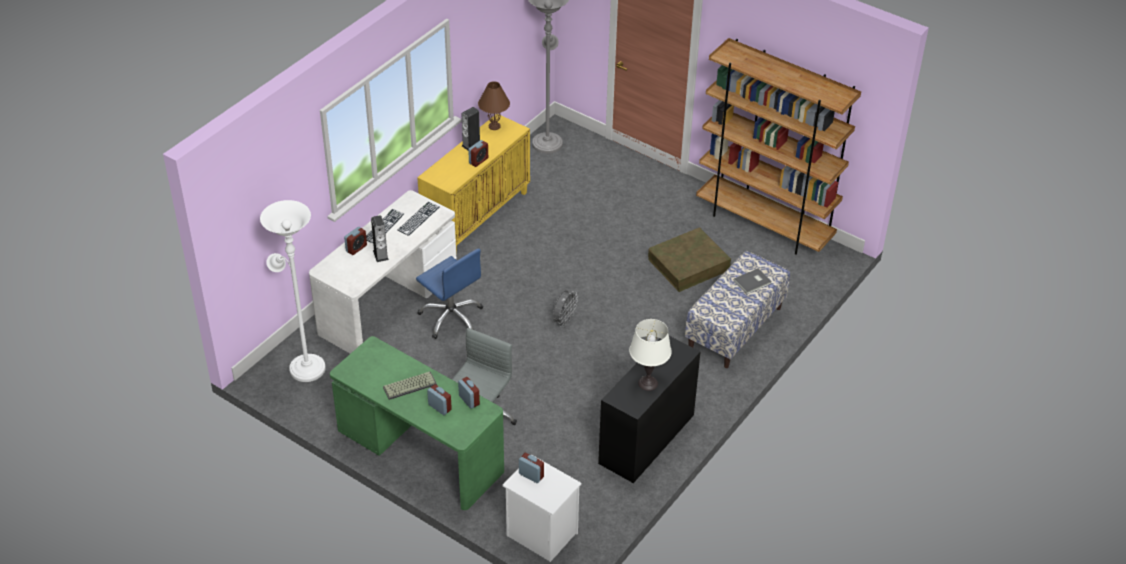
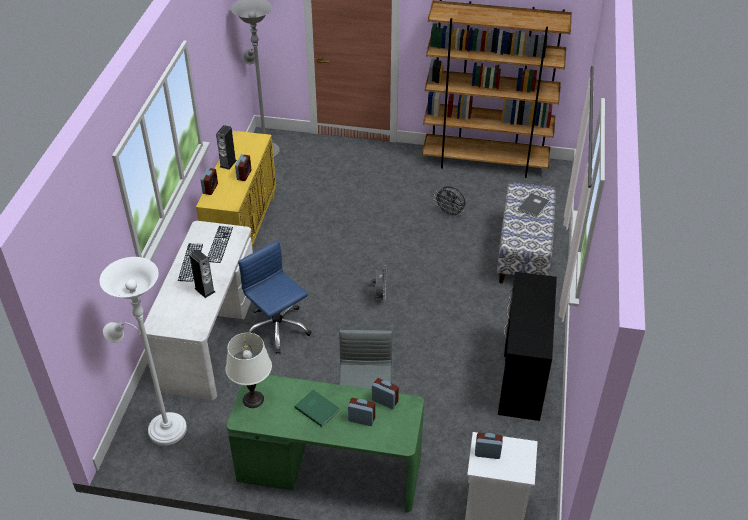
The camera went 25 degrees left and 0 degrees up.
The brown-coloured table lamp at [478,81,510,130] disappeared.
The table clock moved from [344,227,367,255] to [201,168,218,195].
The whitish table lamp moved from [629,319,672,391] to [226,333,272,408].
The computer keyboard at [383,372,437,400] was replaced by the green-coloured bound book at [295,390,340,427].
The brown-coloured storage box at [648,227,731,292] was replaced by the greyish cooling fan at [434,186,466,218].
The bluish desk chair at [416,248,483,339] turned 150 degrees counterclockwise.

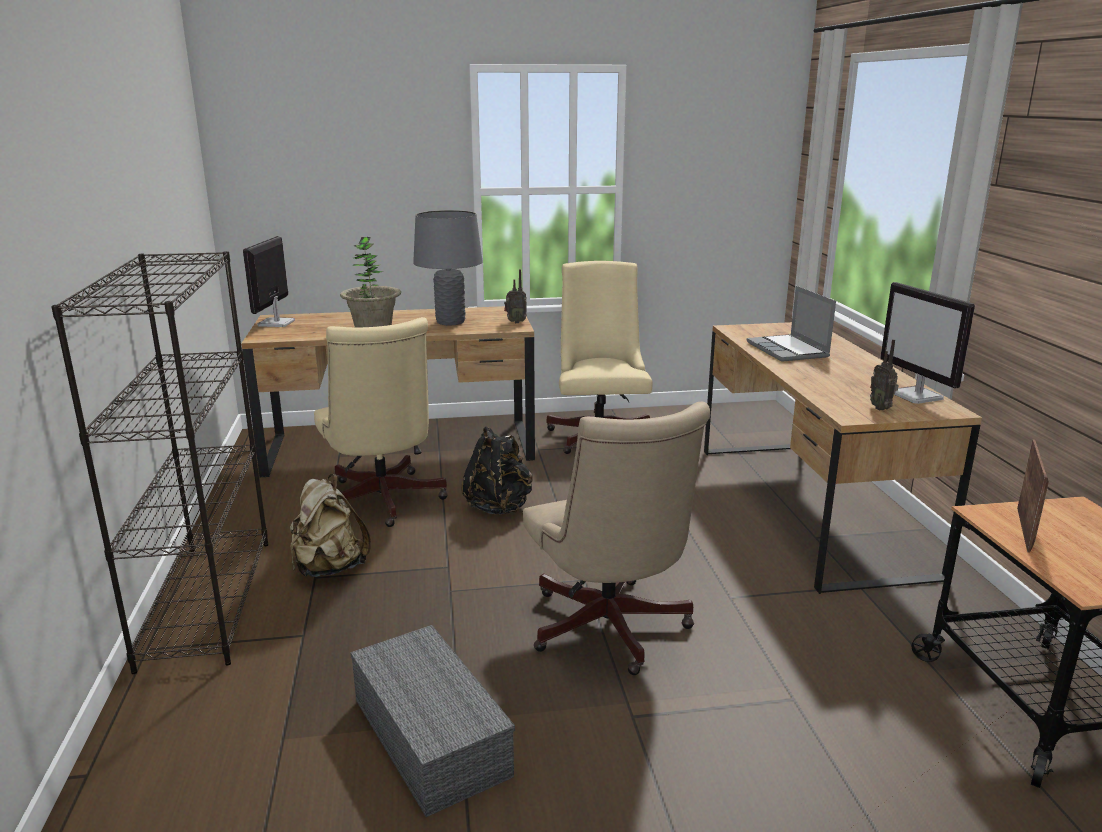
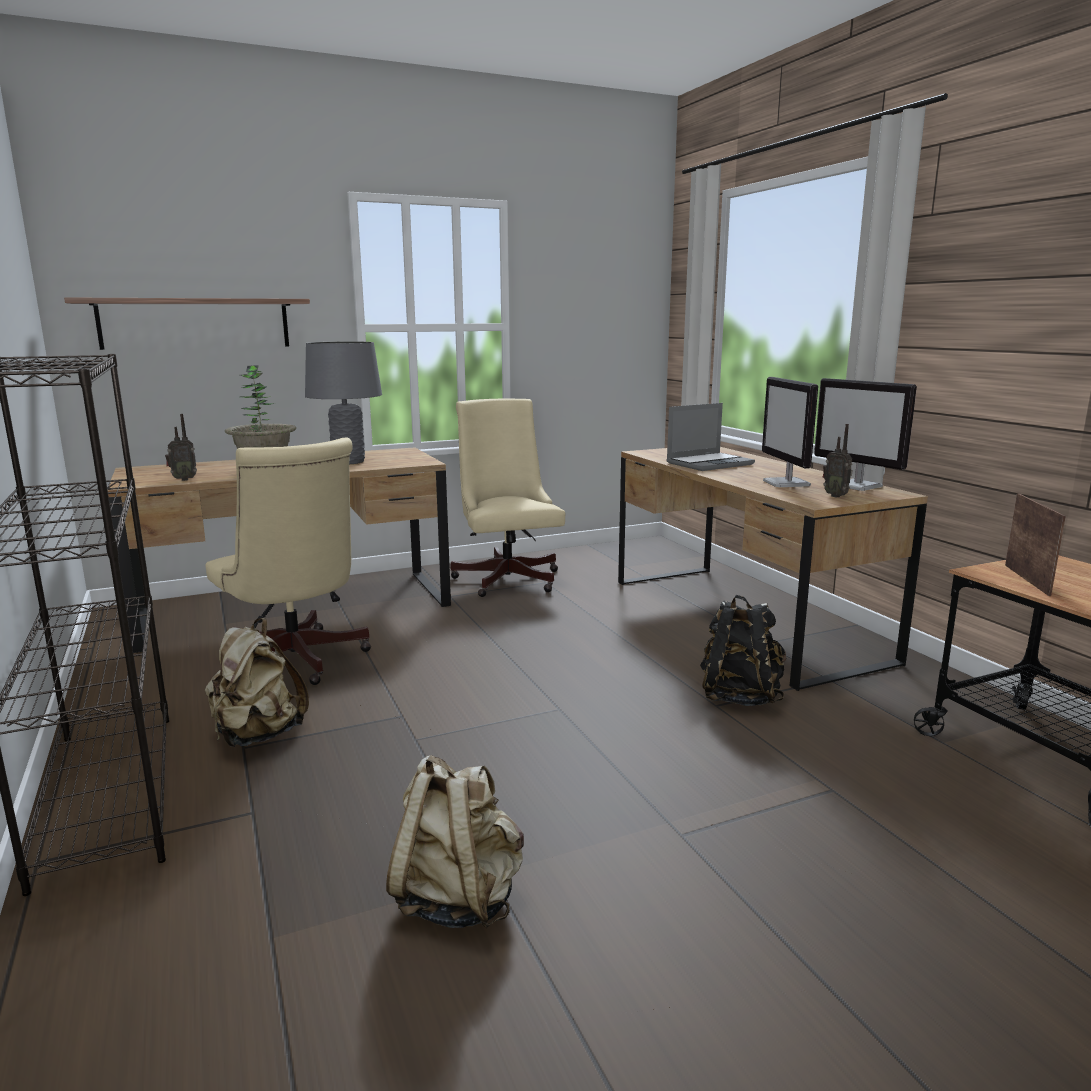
The camera went 15 degrees left and 5 degrees down.
The sand-coloured desk chair at [523,402,710,675] disappeared.
The wall shelf at [64,297,310,350] appeared.
The monitor moved from [243,236,295,327] to [762,377,818,487].
The blackish backpack moved from [461,427,533,514] to [700,595,787,706].
The radio receiver moved from [504,269,527,323] to [165,414,197,481].
The greyish storage box at [350,625,515,817] was replaced by the sand-coloured backpack at [386,755,524,928].
The laptop at [747,286,836,362] turned 90 degrees counterclockwise.

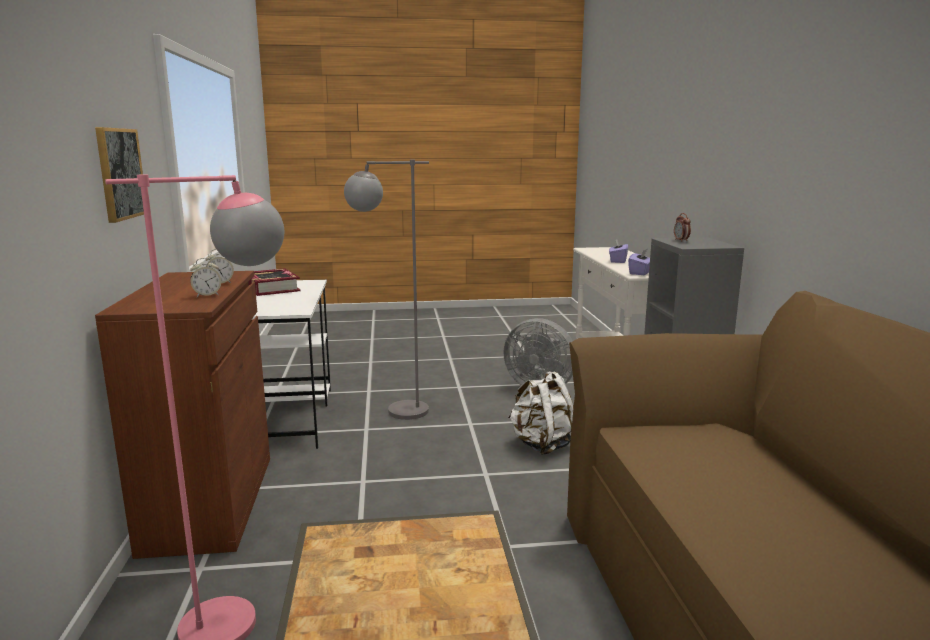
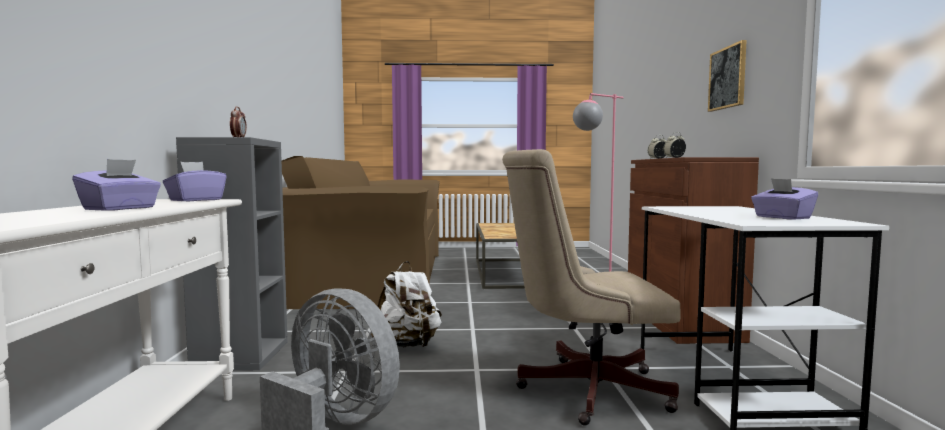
The camera went 175 degrees left and 10 degrees down.
The bound book at [248,268,301,296] was replaced by the purple tissue box at [751,178,819,219].
The greyish floor lamp at [344,160,429,420] was replaced by the sand-coloured desk chair at [502,149,681,426].

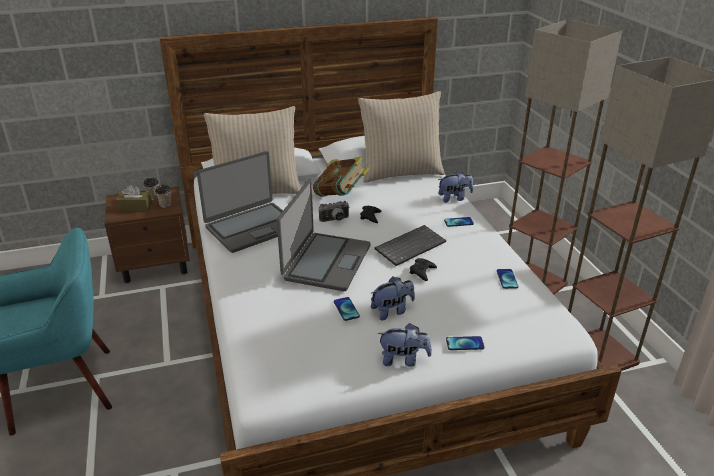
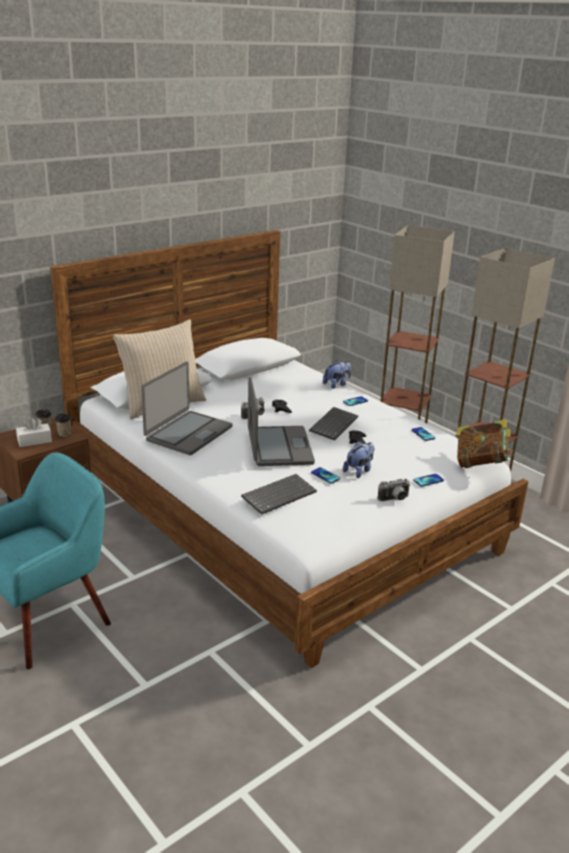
The camera went 25 degrees left and 5 degrees down.
The sand-coloured cushion at [358,91,445,183] disappeared.
The computer keyboard at [241,474,317,515] appeared.
The bound book moved from [312,157,370,197] to [457,419,513,468].
The cuddly toy at [377,323,432,367] was replaced by the still camera at [378,479,411,501].
The brown-coloured tissue box at [116,185,152,211] became the whitish tissue box at [16,418,52,447].

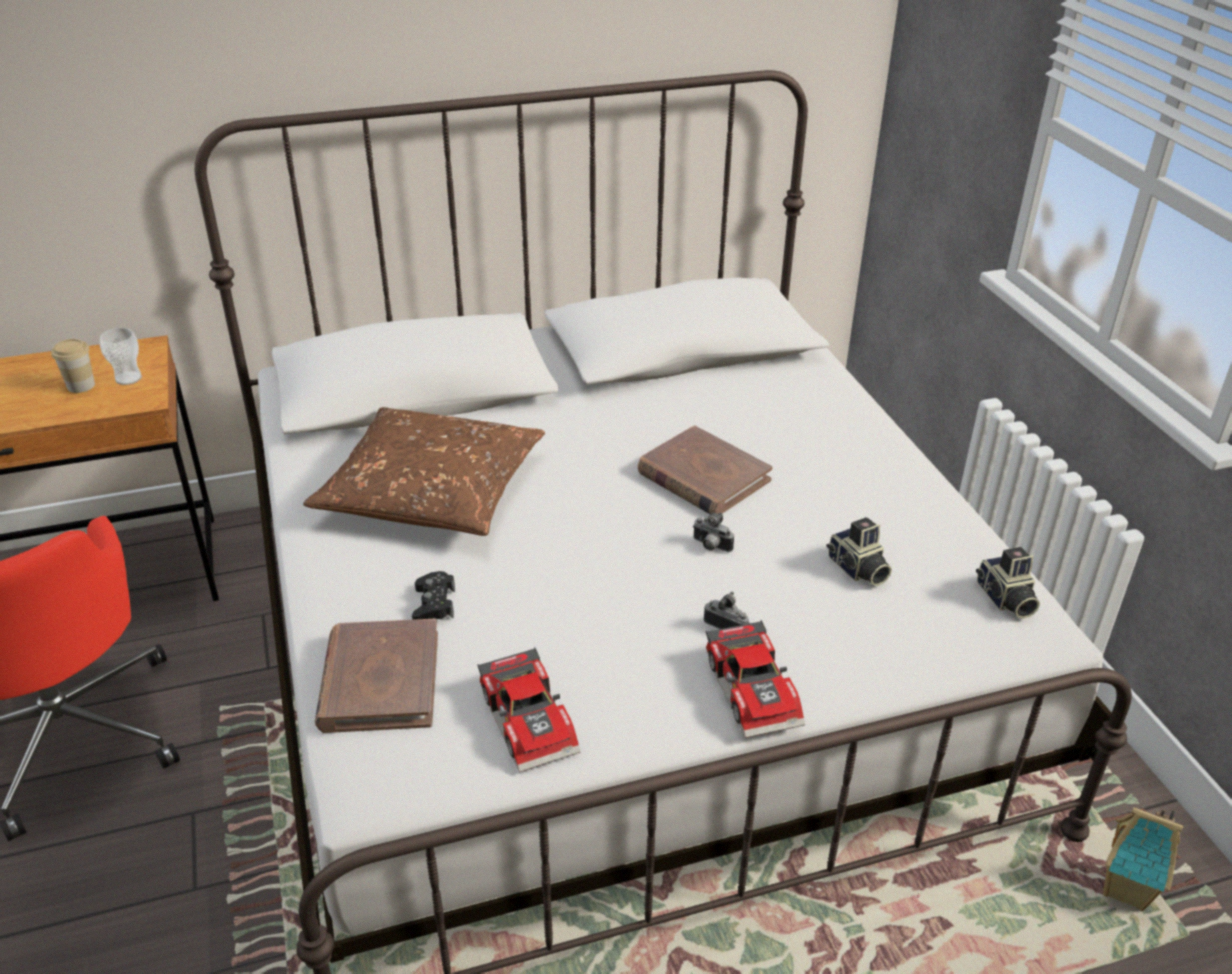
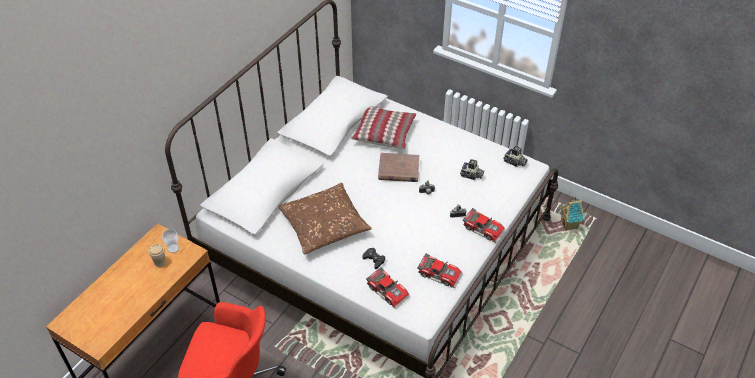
The camera went 40 degrees left and 10 degrees up.
The cushion at [351,106,416,149] appeared.
The brown-coloured bound book at [315,619,438,733] was replaced by the toy car at [366,267,411,309].

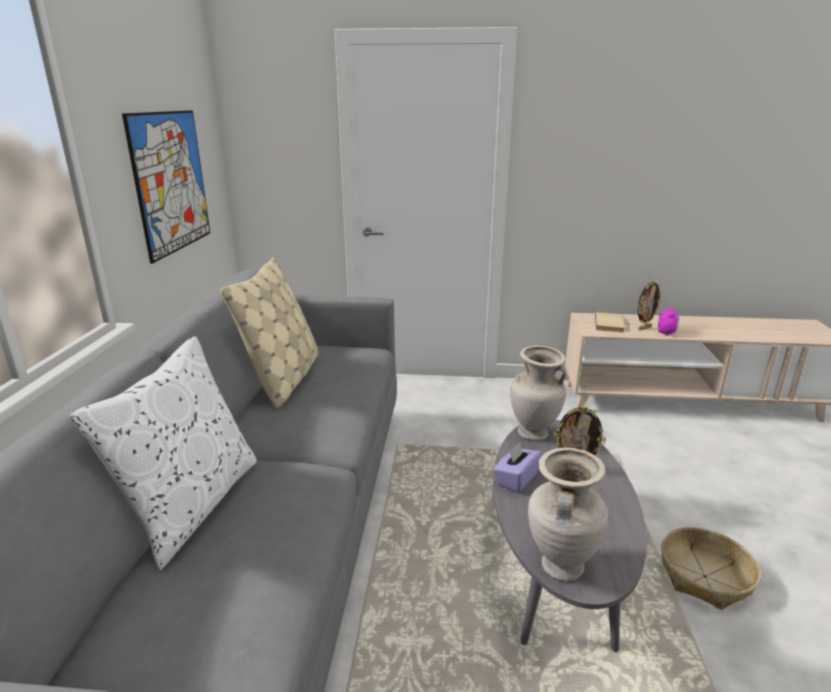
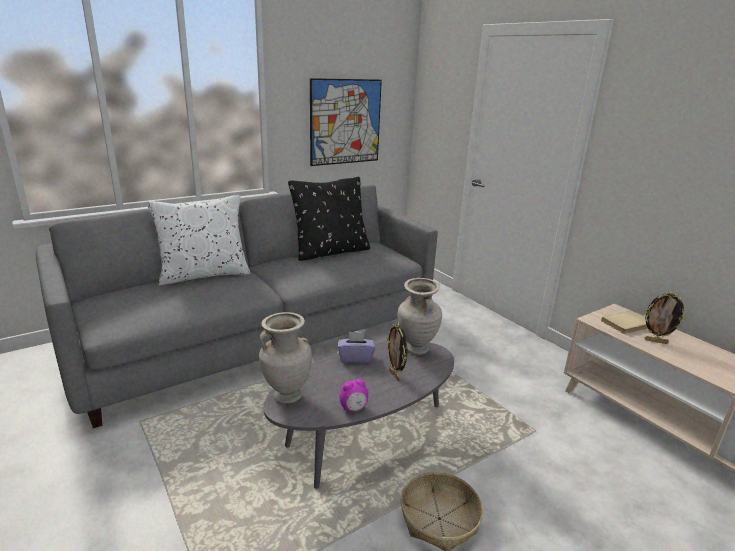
The camera went 50 degrees right and 0 degrees up.
The table clock moved from [658,308,679,336] to [339,379,368,411].
The sand-coloured cushion at [220,257,319,408] became the blackish cushion at [288,177,370,261].

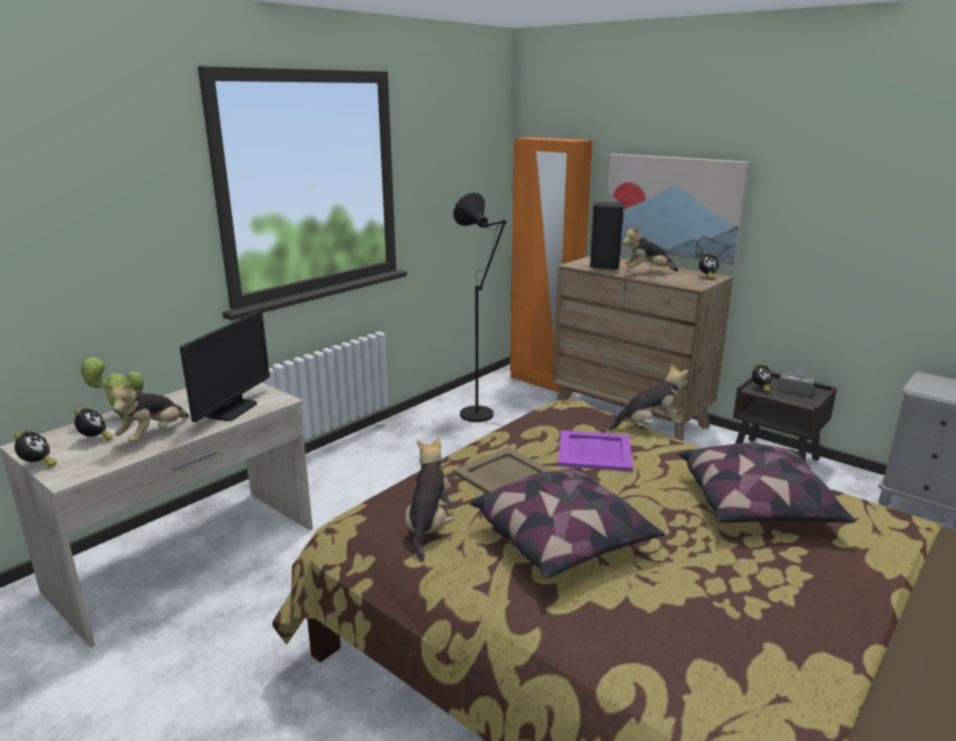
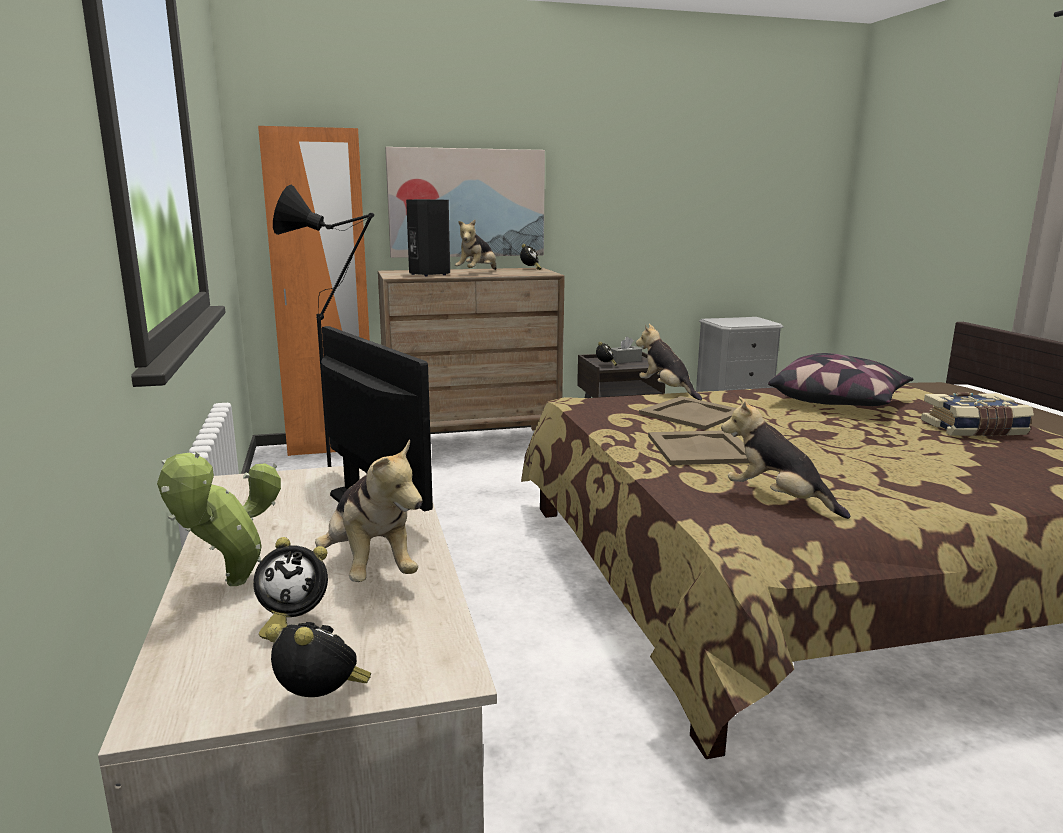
The camera went 55 degrees left and 5 degrees down.
The cushion at [470,468,665,579] disappeared.
The bound book at [921,392,1034,436] appeared.
The purple carrying tray at [558,430,633,471] became the sand-coloured carrying tray at [639,396,736,430].
The table clock at [74,406,113,441] turned 150 degrees clockwise.
The cuddly toy at [608,363,689,431] turned 60 degrees counterclockwise.

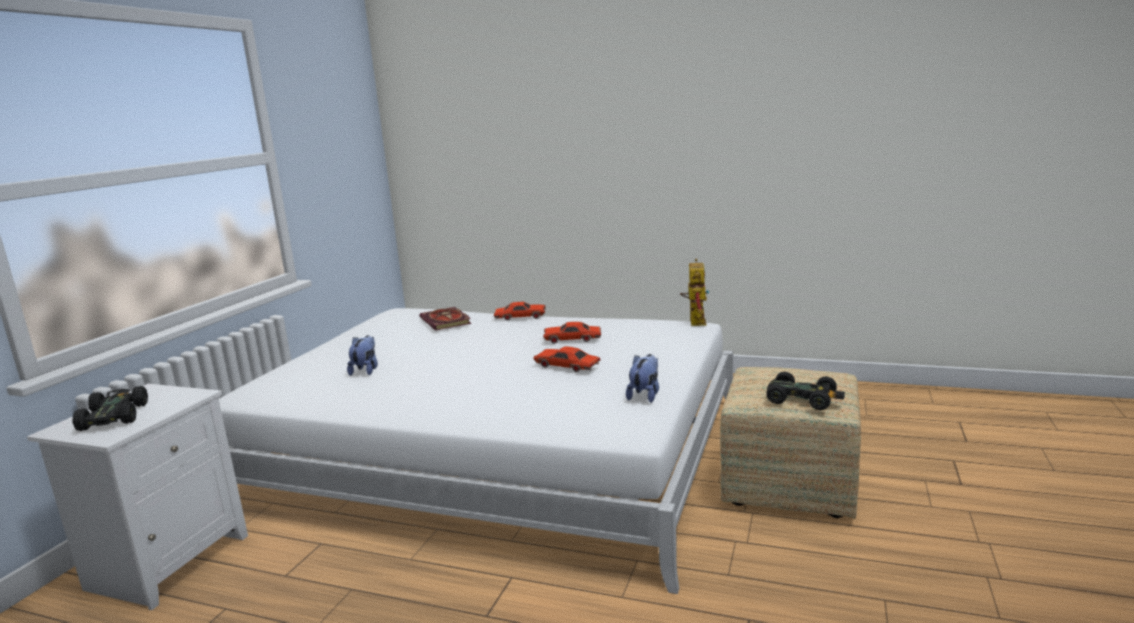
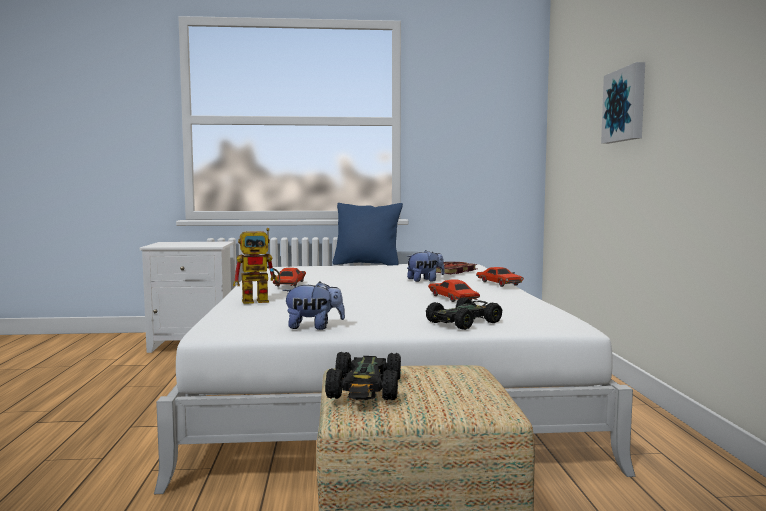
The camera went 65 degrees right and 10 degrees down.
The bluish cushion at [333,203,403,265] appeared.
The wall art at [601,62,645,144] appeared.
The blackish toy car moved from [72,386,148,431] to [426,297,502,330].
The cuddly toy moved from [347,335,378,376] to [406,250,445,282].
The red toy car moved from [534,346,600,372] to [273,268,306,287].
The toy robot moved from [680,259,709,326] to [233,228,280,304].

